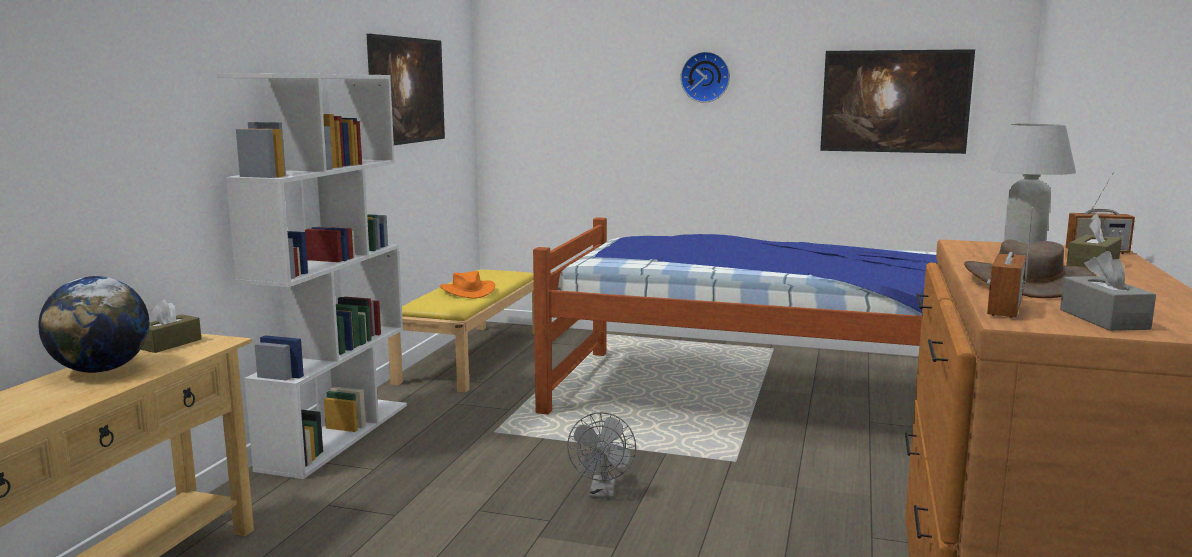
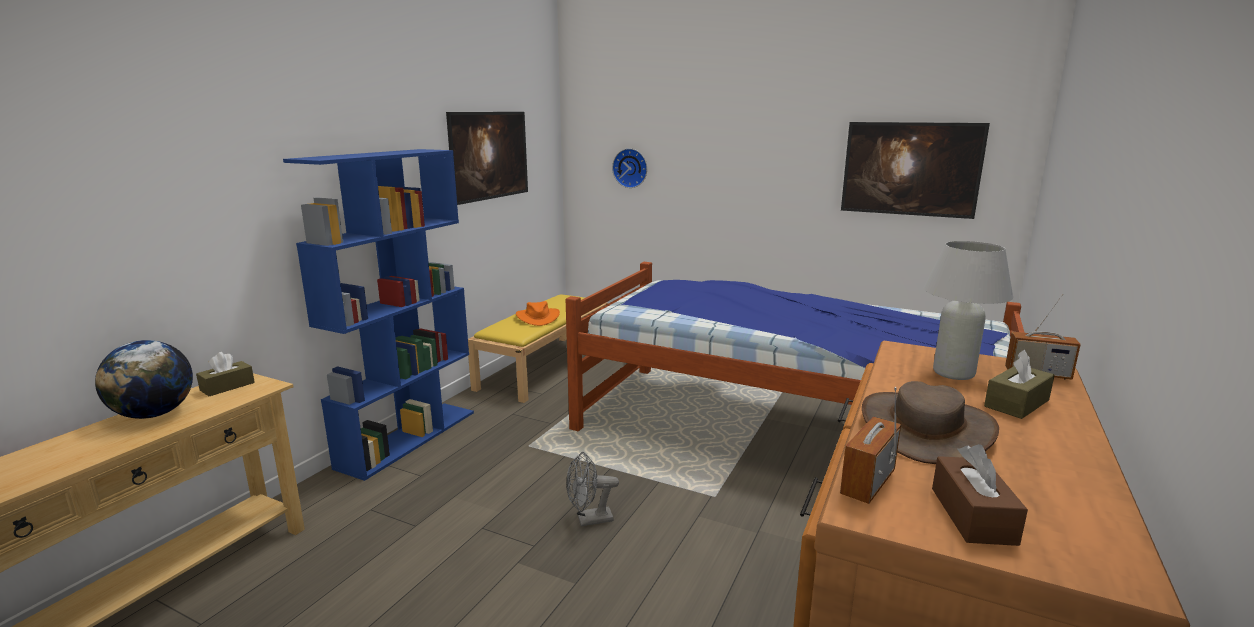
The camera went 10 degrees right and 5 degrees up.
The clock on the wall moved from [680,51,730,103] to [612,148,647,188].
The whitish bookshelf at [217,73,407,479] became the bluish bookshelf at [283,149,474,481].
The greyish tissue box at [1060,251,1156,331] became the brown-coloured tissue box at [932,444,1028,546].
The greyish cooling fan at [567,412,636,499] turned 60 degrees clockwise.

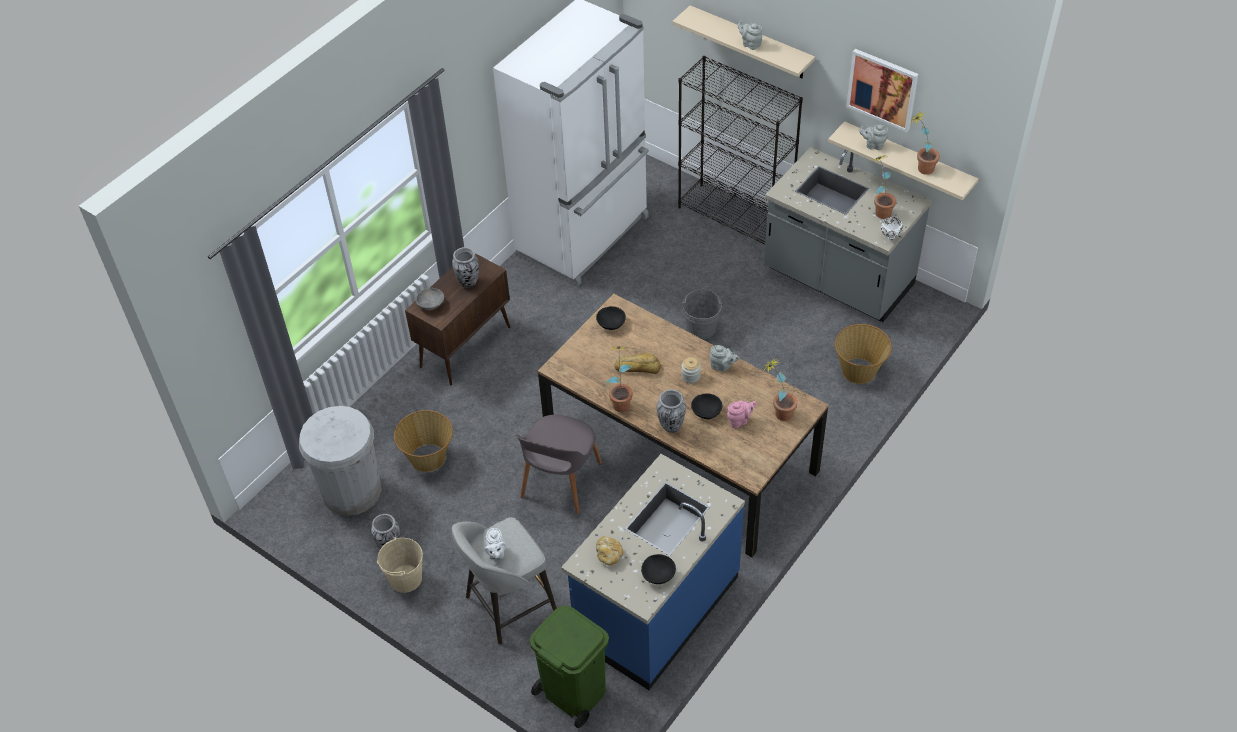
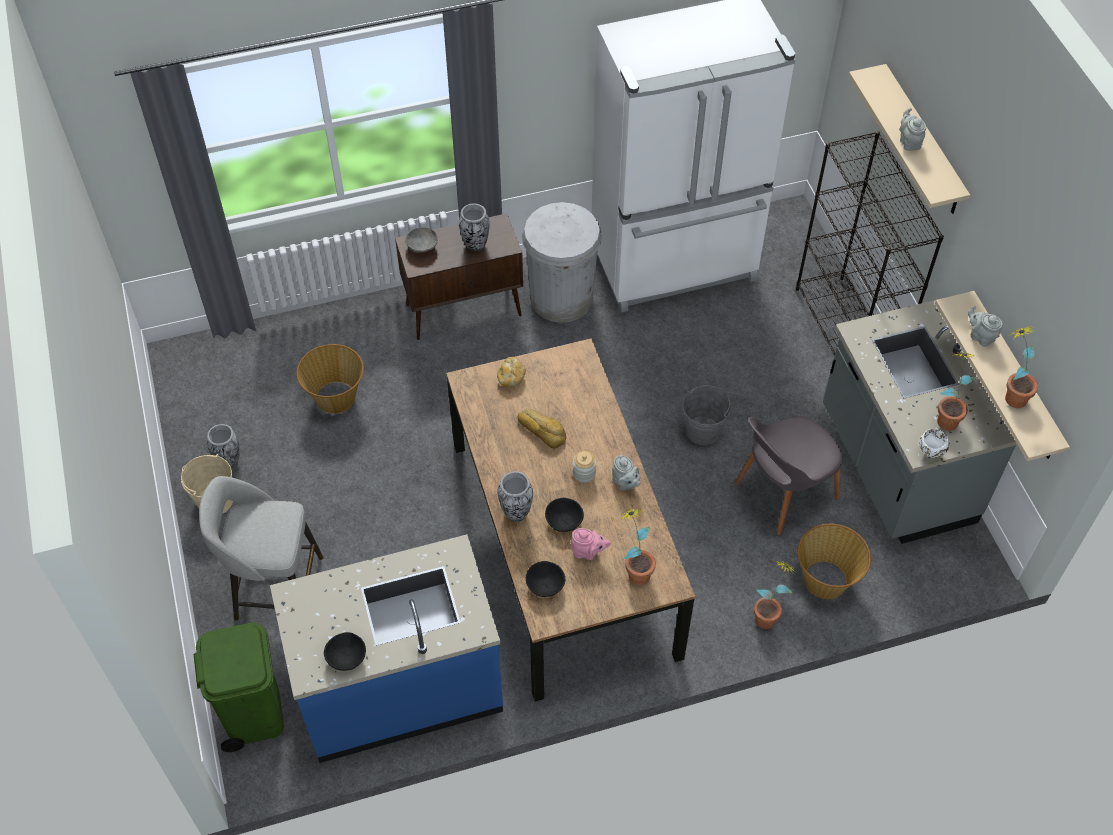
The camera went 35 degrees right and 5 degrees up.
The whitish teapot at [484,528,506,560] disappeared.
The wall art at [846,49,918,132] disappeared.
The whitish rubbish bin moved from [299,406,381,516] to [522,202,602,323].
The greyish chair moved from [514,415,602,514] to [734,416,842,535].
The blackish serving bowl moved from [596,306,626,330] to [526,561,565,597].
The bakery bread moved from [596,537,623,566] to [497,357,526,387].
The houseplant moved from [605,346,633,412] to [754,560,795,629].

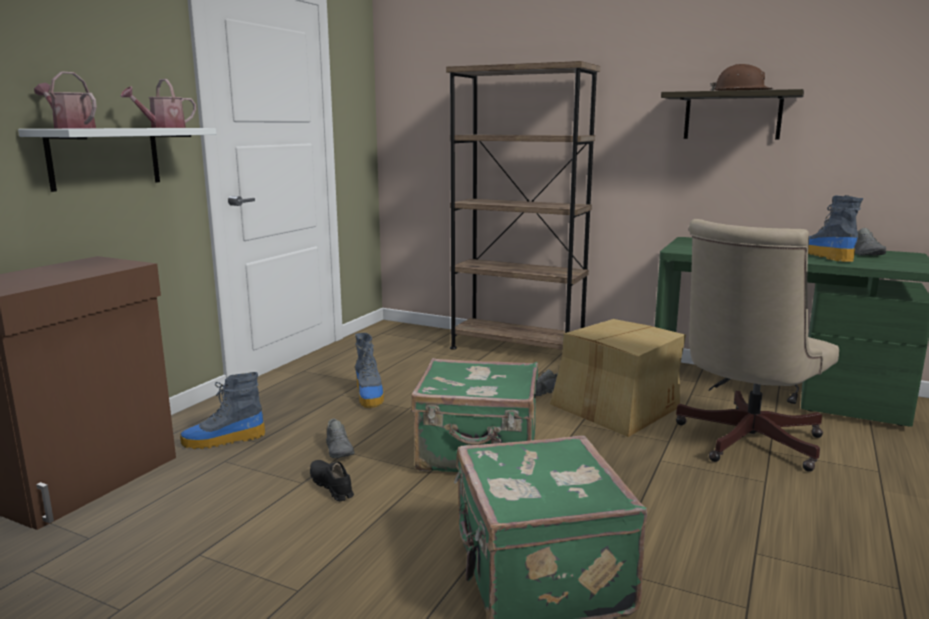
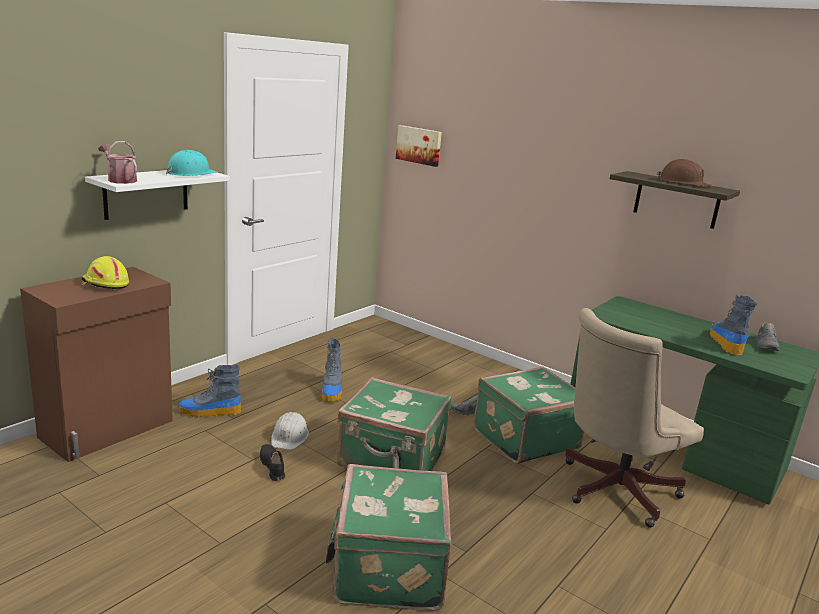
The camera went 10 degrees right and 5 degrees up.
The brown-coloured bookshelf at [446,61,600,350] disappeared.
The yellowish hard hat at [81,256,129,289] appeared.
The wall art at [396,125,442,167] appeared.
The watering pot at [120,79,196,128] was replaced by the turquoise-coloured hard hat at [166,150,217,176].
The greyish item of footwear at [326,419,355,458] was replaced by the whitish hard hat at [271,412,309,450].
The packing box at [550,319,686,437] was replaced by the green-coloured suitcase at [474,366,584,464].

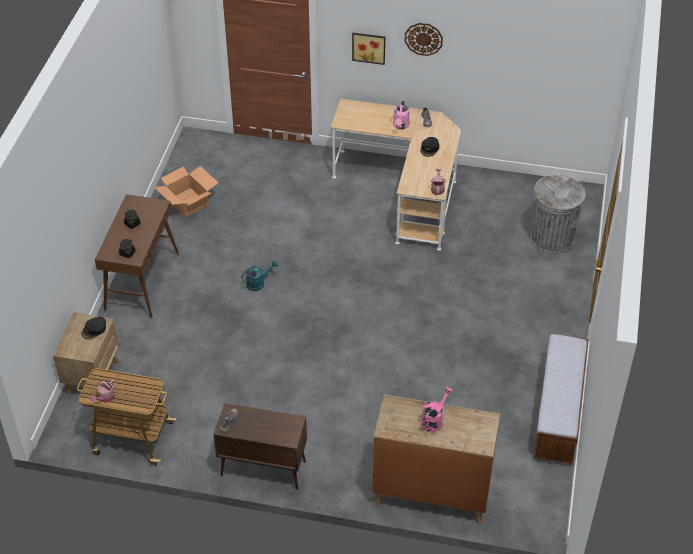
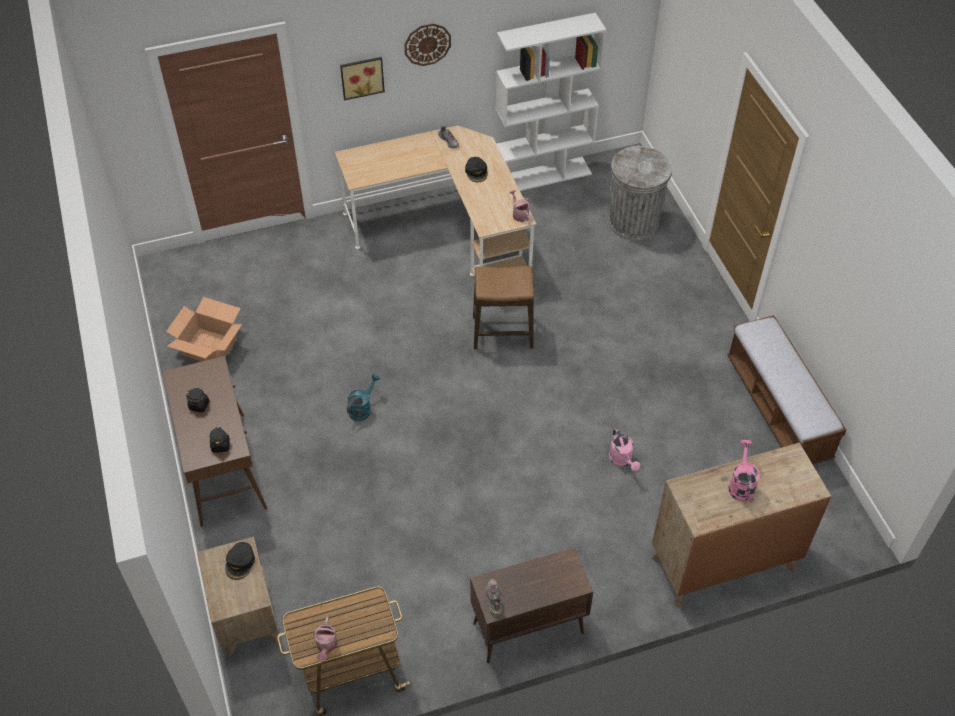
The camera went 30 degrees left and 5 degrees up.
The sitting stool at [473,266,534,349] appeared.
The whitish bookshelf at [496,13,606,191] appeared.
The pinkish watering pot moved from [393,100,410,129] to [609,429,640,471].

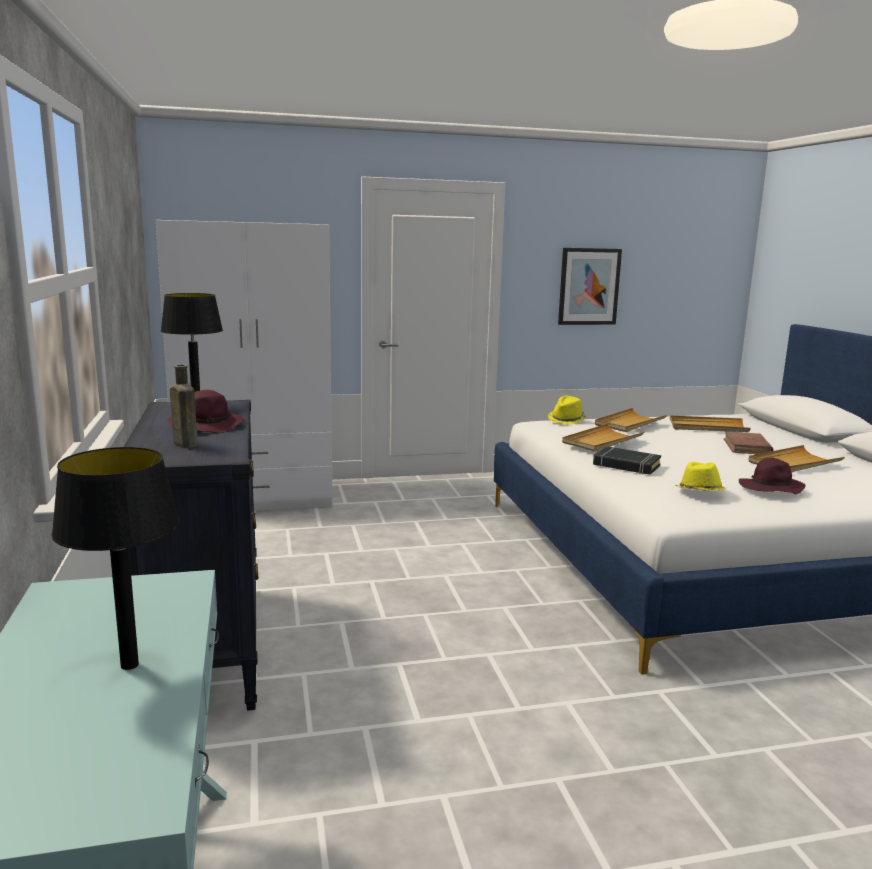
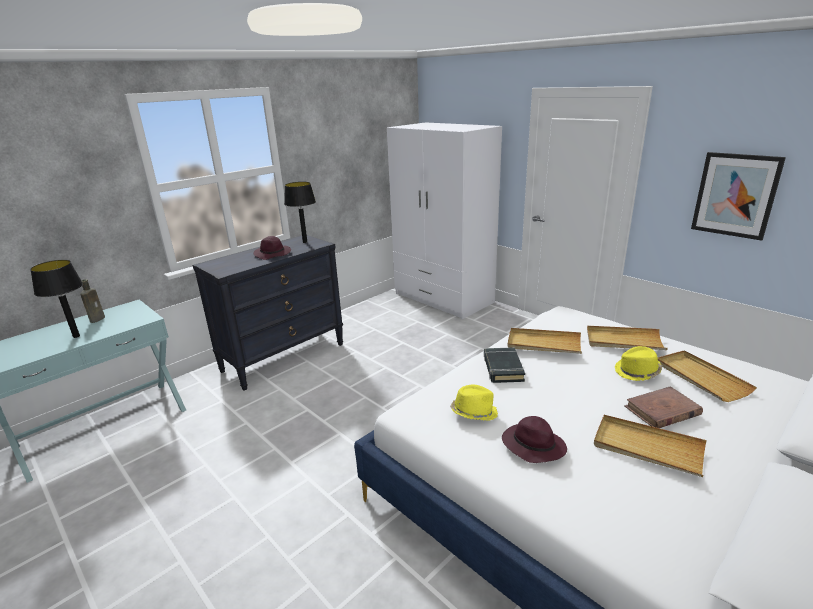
The camera went 60 degrees right and 10 degrees up.
The brown-coloured bottle moved from [170,365,198,448] to [80,279,105,323].
The yellowish hat moved from [548,396,586,425] to [615,346,662,381].

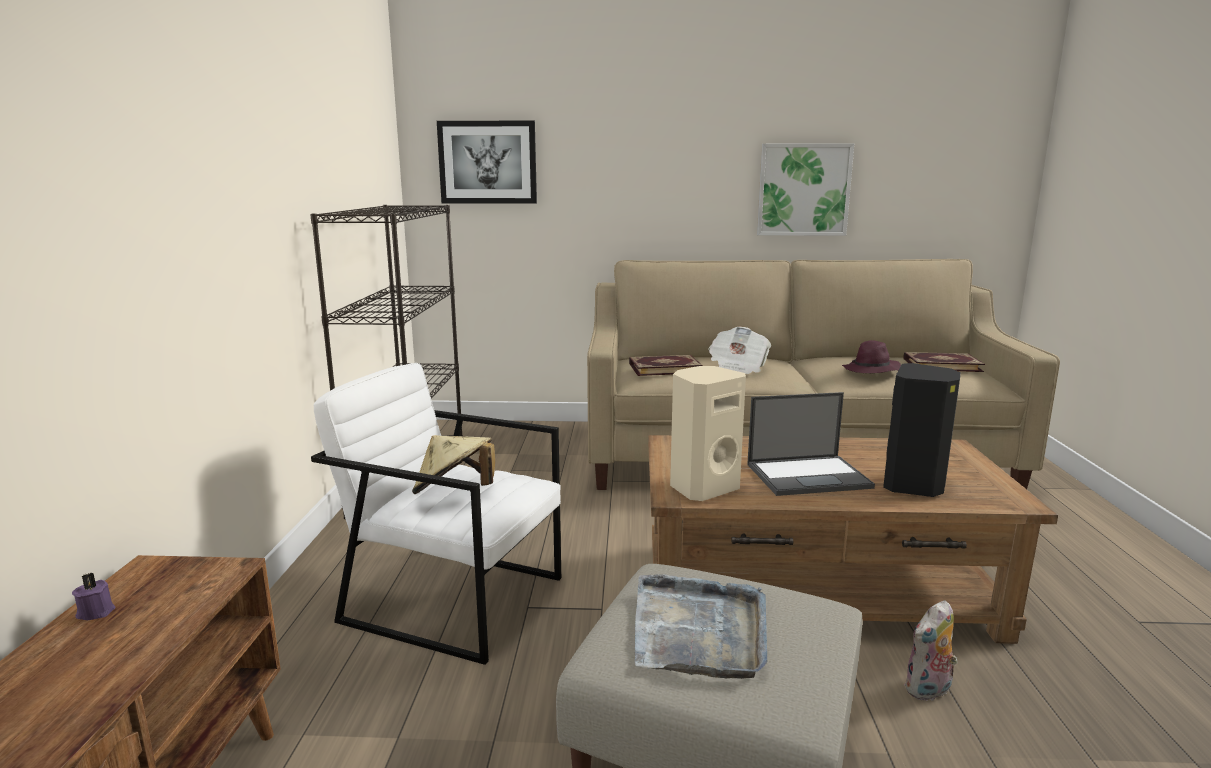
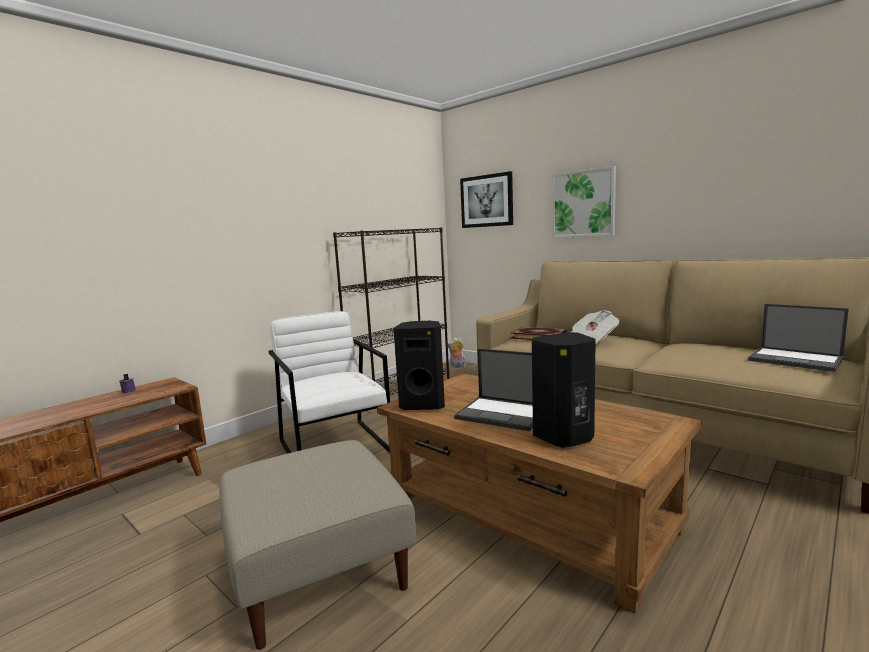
The camera went 40 degrees right and 5 degrees down.
The sand-coloured hat at [412,435,495,494] disappeared.
The greyish carrying tray at [635,574,768,679] disappeared.
The purple hat at [842,340,901,373] disappeared.
The wall art moved from [757,143,854,236] to [552,166,616,238].
The cuddly toy moved from [904,600,958,701] to [448,338,466,368].
The bound book at [903,352,985,372] was replaced by the laptop at [748,304,849,372].
The sand-coloured audio speaker at [670,366,746,501] became the blackish audio speaker at [394,321,445,410].

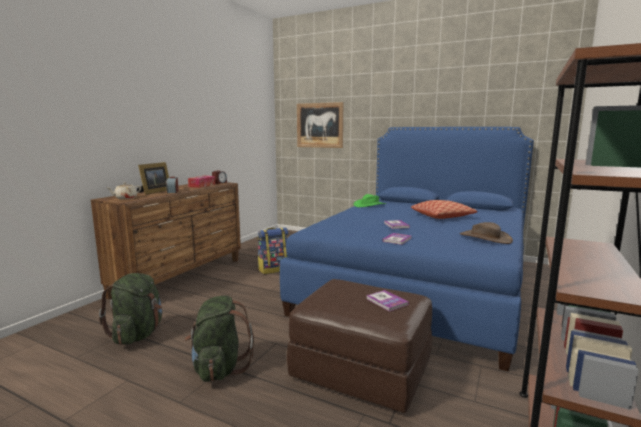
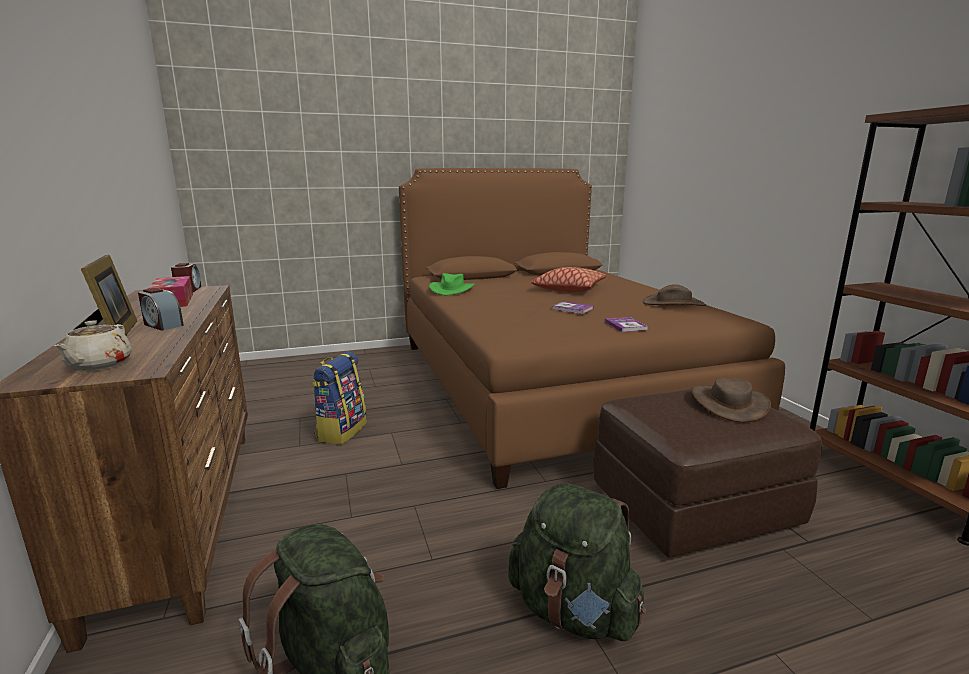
The camera went 45 degrees left and 5 degrees up.
The wall art at [297,102,343,148] disappeared.
The bound book at [366,290,409,312] was replaced by the brown-coloured hat at [691,377,771,422].
The bluish bedroom bed at [280,127,534,372] became the brown-coloured bedroom bed at [399,168,785,489].

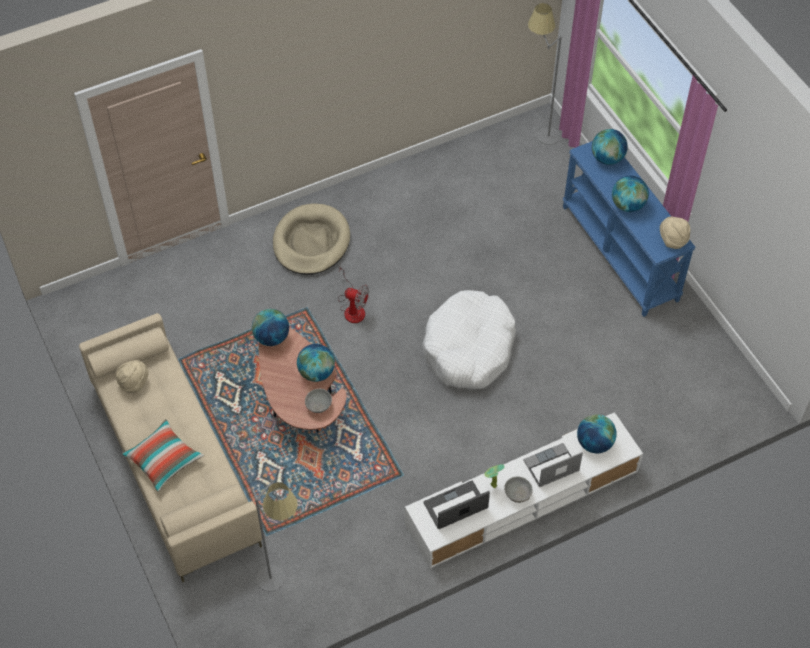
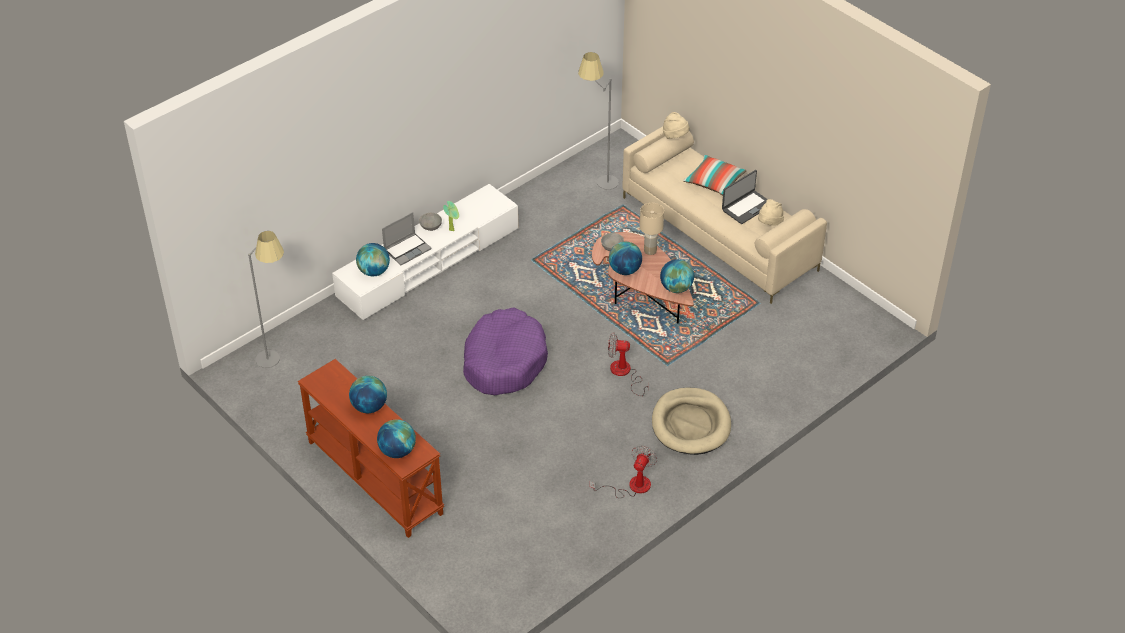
The camera went 165 degrees right and 10 degrees down.
The cooling fan at [590,446,657,498] appeared.
The sand-coloured table lamp at [640,203,664,255] appeared.
The laptop moved from [423,481,490,529] to [722,170,768,224].
The greyish floor lamp moved from [528,3,562,145] to [248,231,284,368].
The sand-coloured hat moved from [660,217,690,249] to [663,112,690,139].
The whitish dog cushion at [422,290,516,389] became the purple dog cushion at [463,307,548,395].
The bluish narrow table at [563,141,695,317] became the brown-coloured narrow table at [298,359,444,538].

